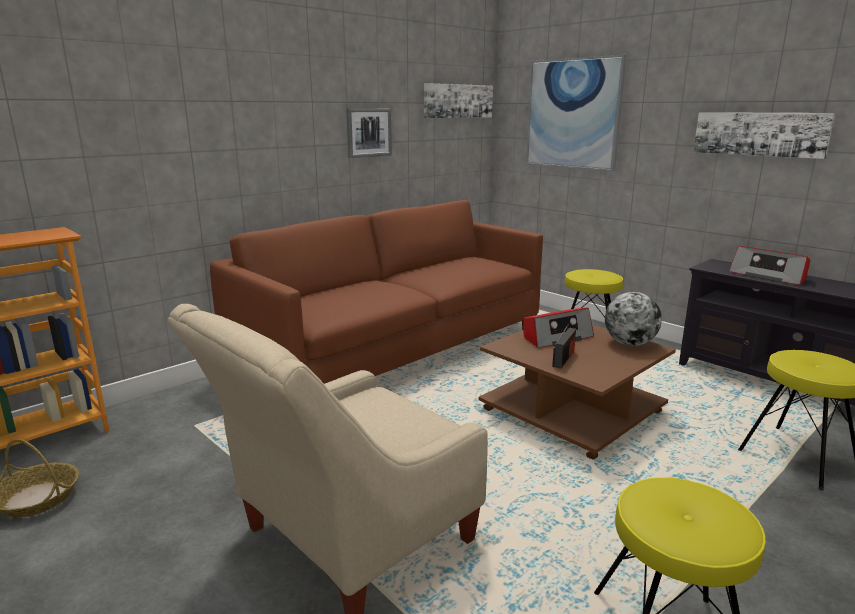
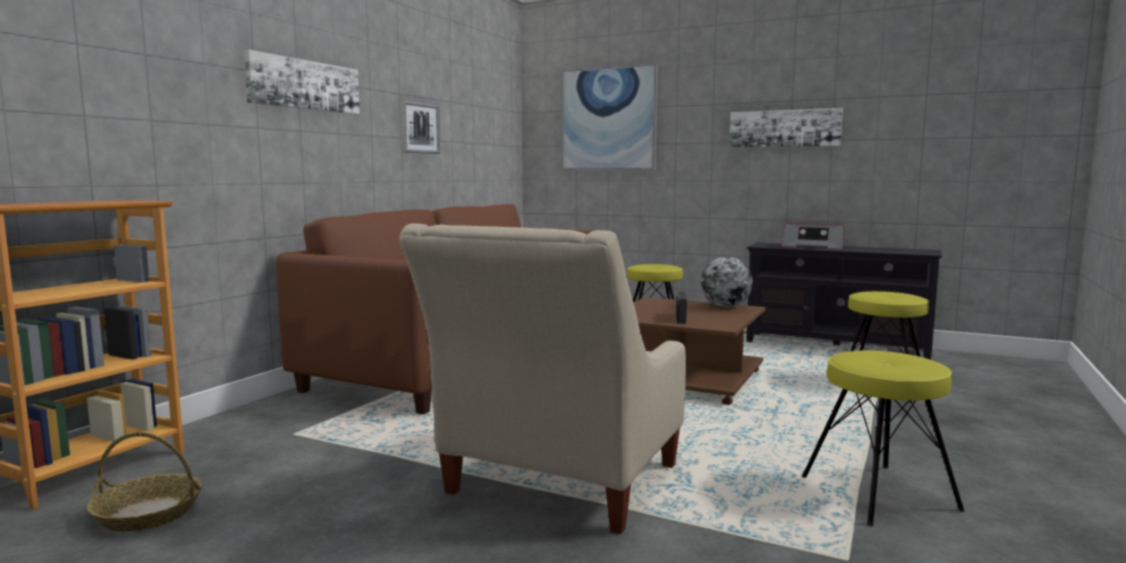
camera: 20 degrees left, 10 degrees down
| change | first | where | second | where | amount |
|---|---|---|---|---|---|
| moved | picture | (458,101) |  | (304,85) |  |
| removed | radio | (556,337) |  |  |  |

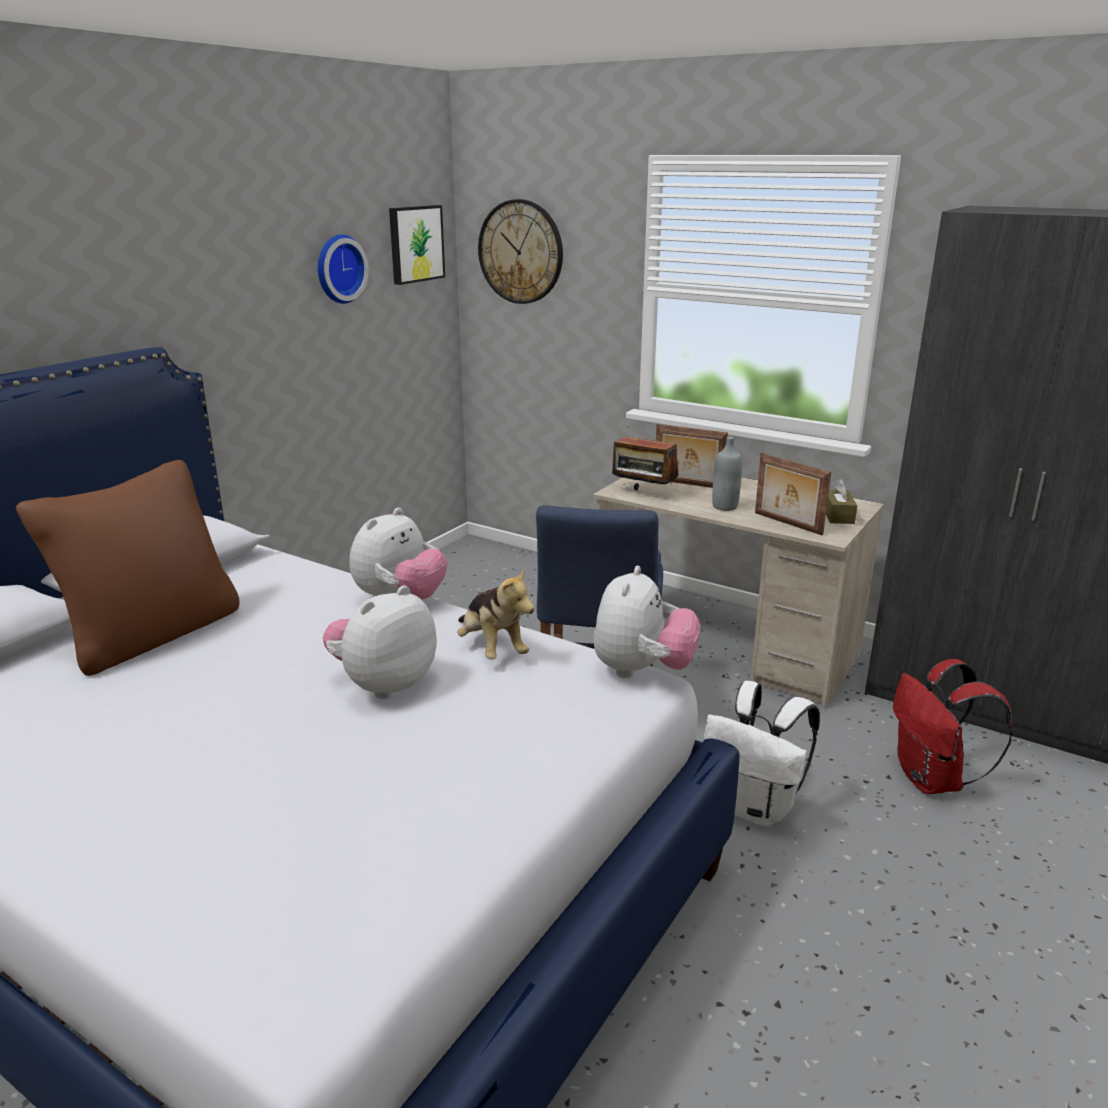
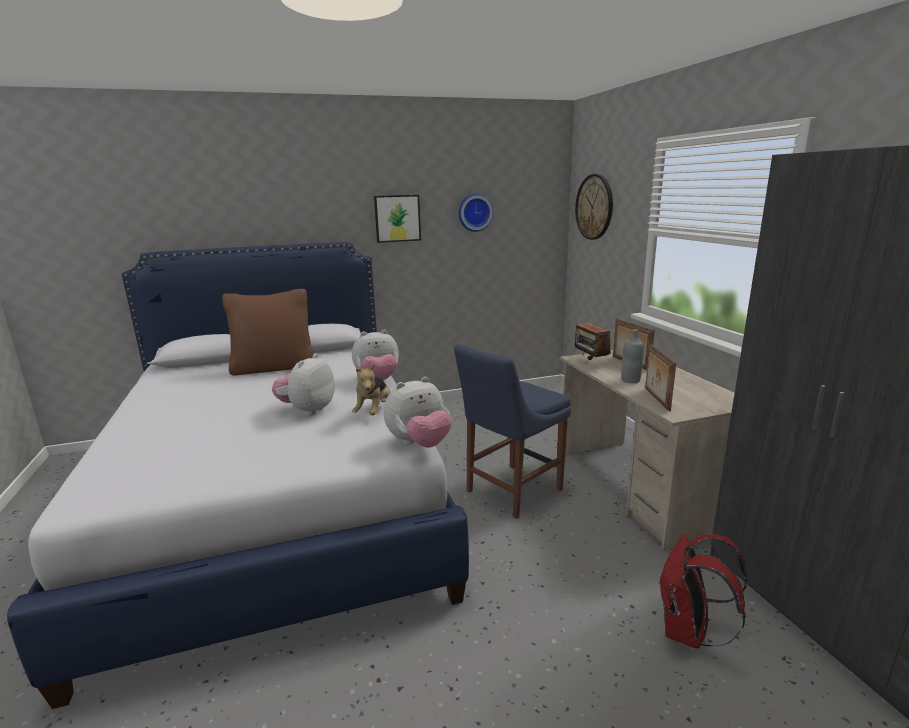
camera: 40 degrees right, 5 degrees down
| change | first | where | second | where | amount |
|---|---|---|---|---|---|
| turned | plush toy | (383,684) |  | (307,410) | 60 degrees counterclockwise |
| moved | picture | (415,244) |  | (397,218) |  |
| removed | backpack/white | (755,808) |  |  |  |
| removed | tissue box/brown | (838,515) |  |  |  |

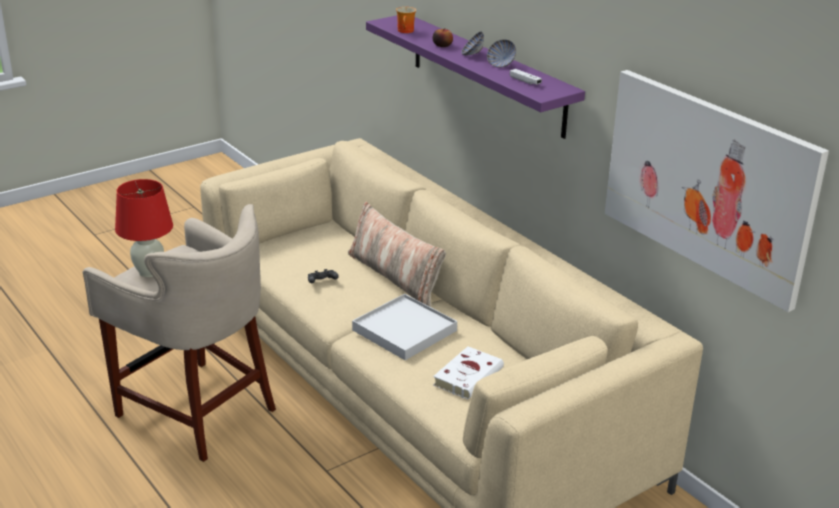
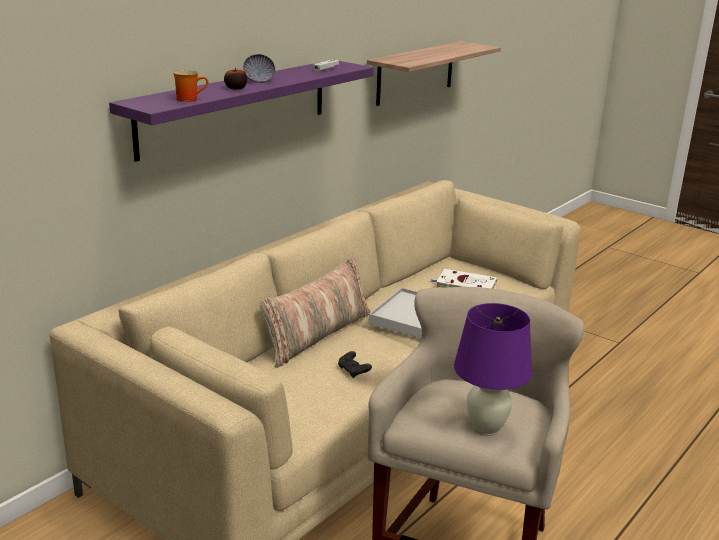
camera: 105 degrees left, 5 degrees down
| change | first | where | second | where | amount |
|---|---|---|---|---|---|
| recoloured | table lamp/red | (149,272) | table lamp/purple | (485,428) |  |
| removed | bowl | (501,65) |  |  |  |
| replaced | picture | (707,184) | shelf | (415,72) |  |

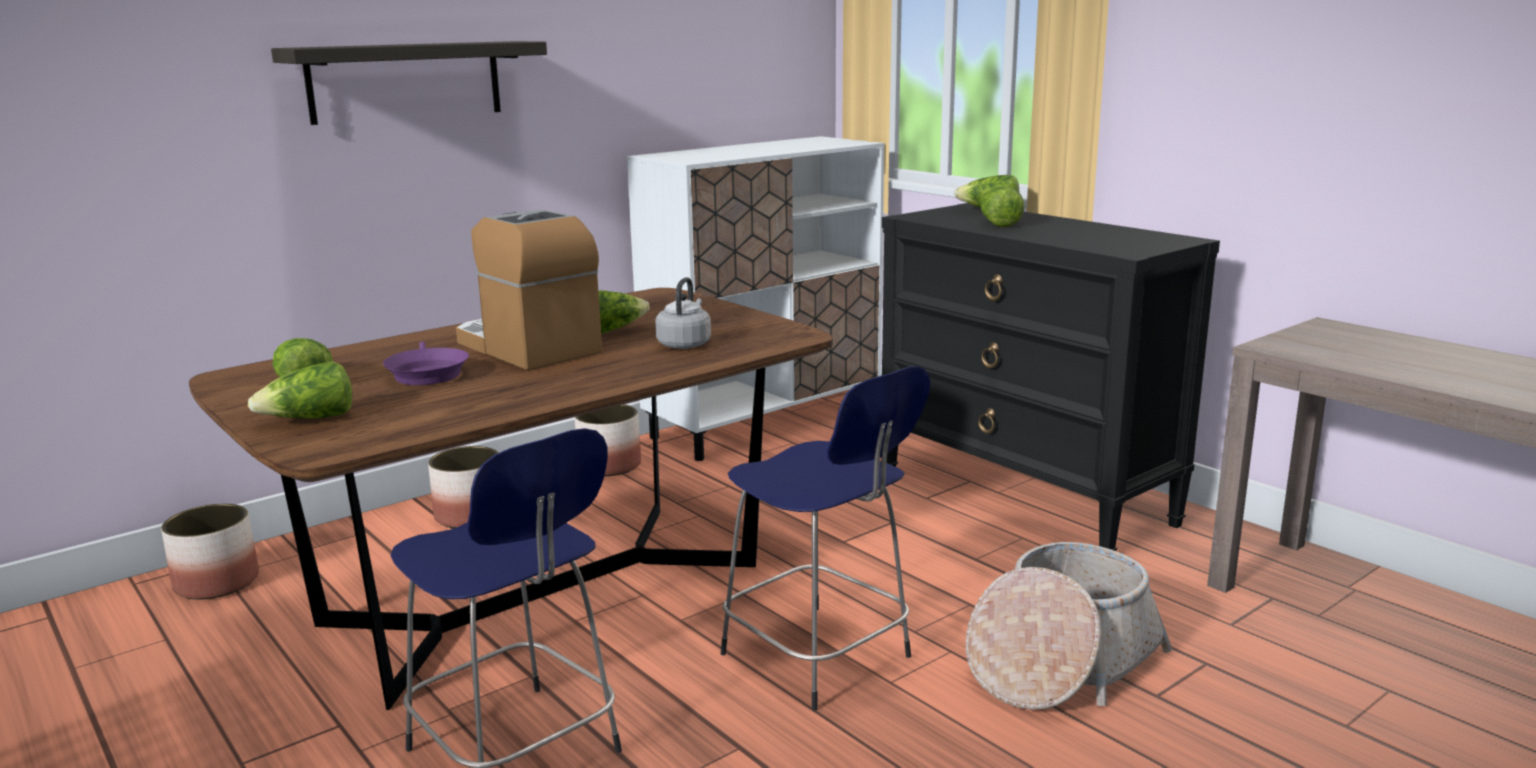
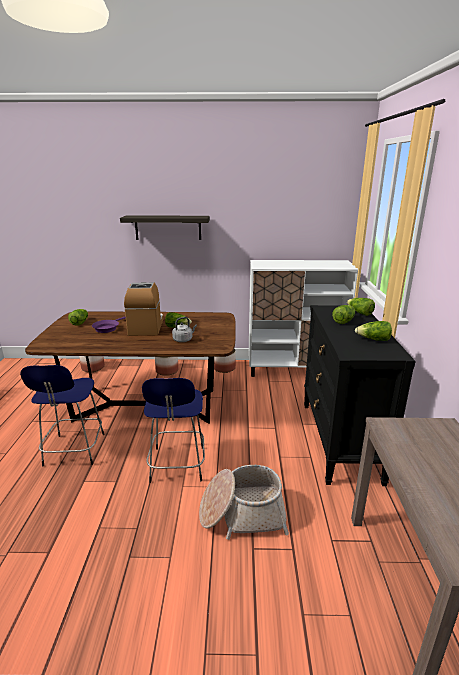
camera: 40 degrees right, 5 degrees up
| change | first | where | second | where | amount |
|---|---|---|---|---|---|
| moved | lettuce | (310,420) |  | (373,340) |  |

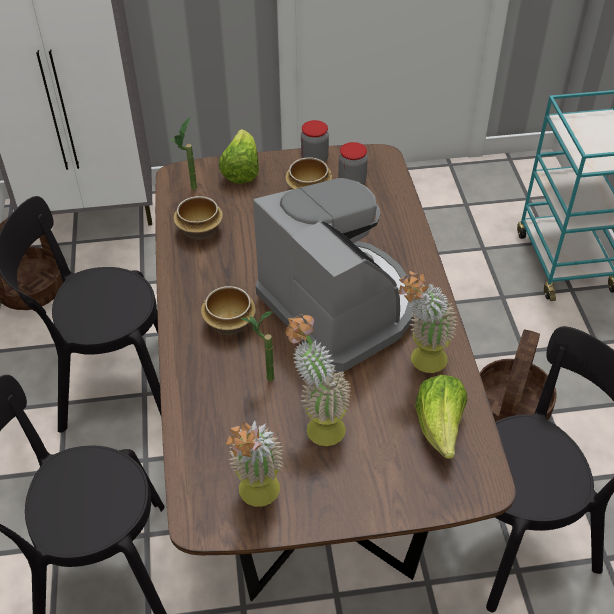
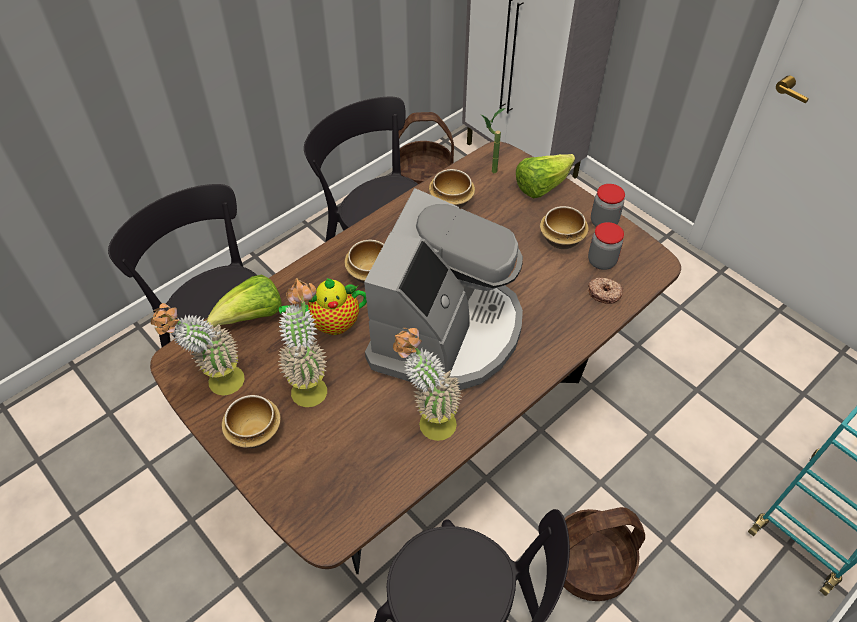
camera: 55 degrees right, 5 degrees up
| change | first | where | second | where | amount |
|---|---|---|---|---|---|
| replaced | potted plant | (262,378) | teapot | (331,324) |  |
| moved | lettuce | (440,428) |  | (252,317) |  |
| added |  |  | bowl | (254,433) |  |
| added |  |  | donut | (604,293) |  |

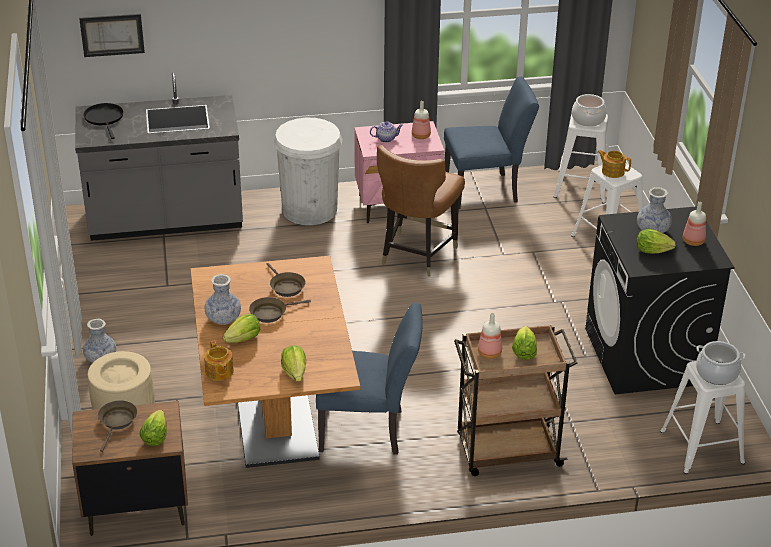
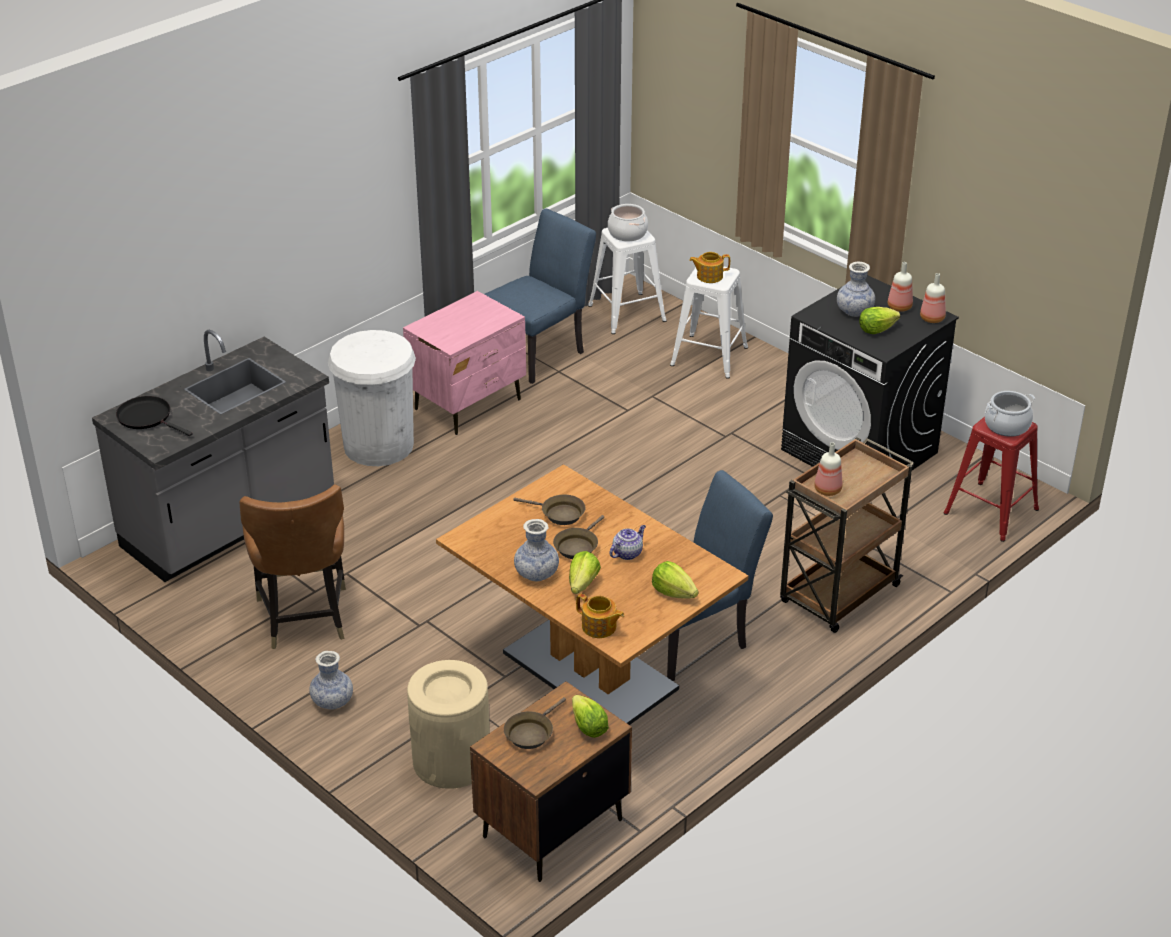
camera: 35 degrees left, 0 degrees up
| change | first | where | second | where | amount |
|---|---|---|---|---|---|
| removed | picture | (112,35) |  |  |  |
| turned | frying pan/brown | (117,422) |  | (531,733) | 120 degrees counterclockwise |
| moved | teapot | (386,138) |  | (627,553) |  |
| moved | chair/brown | (416,254) |  | (304,617) |  |
| moved | bottle | (421,136) |  | (932,318) |  |
| removed | lettuce | (524,352) |  |  |  |
| recoloured | stool/white | (703,447) | stool/red | (992,511) |  |

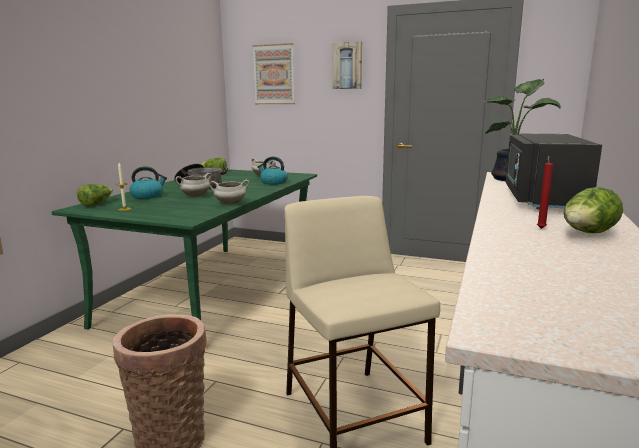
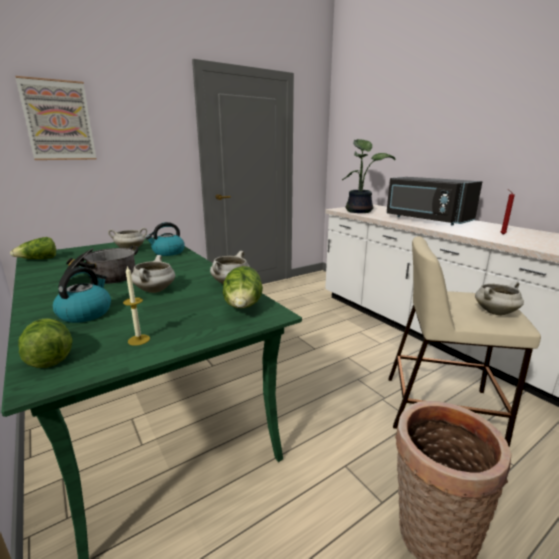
camera: 55 degrees left, 5 degrees up
| change | first | where | second | where | amount |
|---|---|---|---|---|---|
| removed | picture | (347,66) |  |  |  |
| moved | lettuce | (587,234) |  | (243,308) |  |
| added |  |  | cooking pot/white | (495,312) |  |

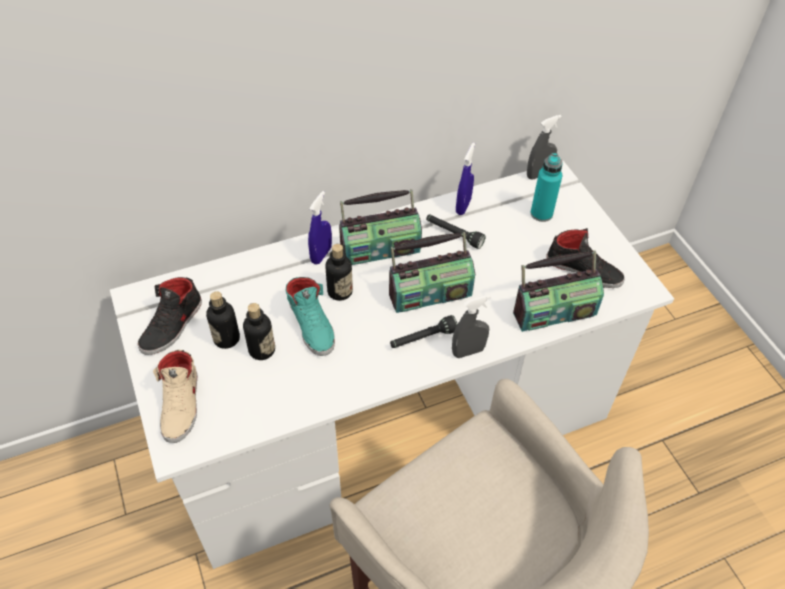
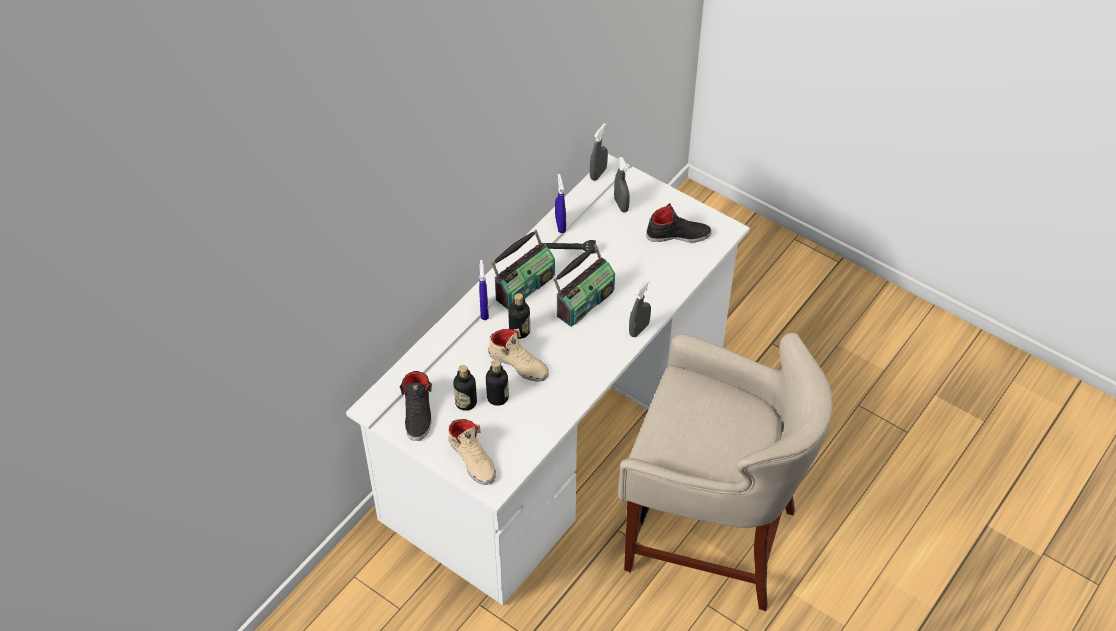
camera: 30 degrees left, 0 degrees up
| change | first | where | second | where | amount |
|---|---|---|---|---|---|
| recoloured | shoe/turquoise | (312,325) | shoe/beige | (519,363) |  |
| removed | flashlight/black | (422,338) |  |  |  |
| removed | radio | (554,312) |  |  |  |
| replaced | bottle/turquoise | (541,214) | spray bottle/grey | (621,205) |  |

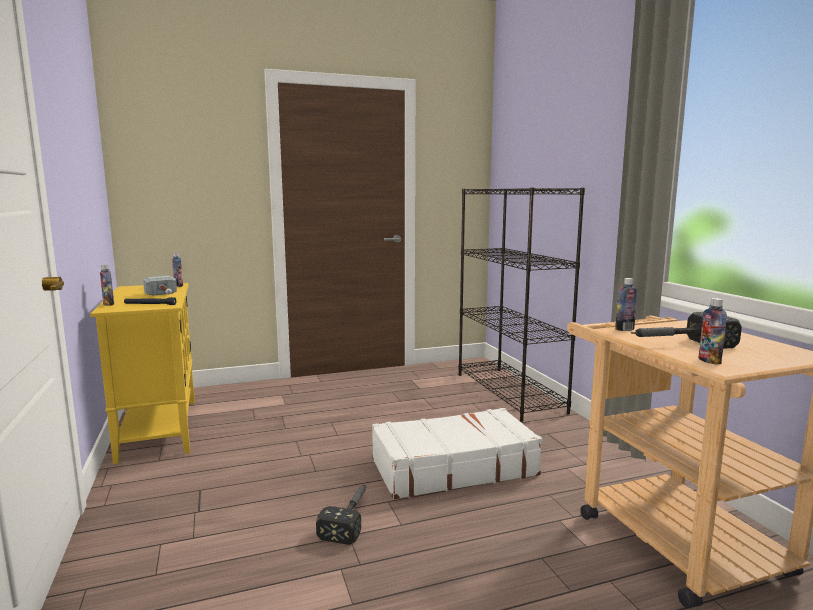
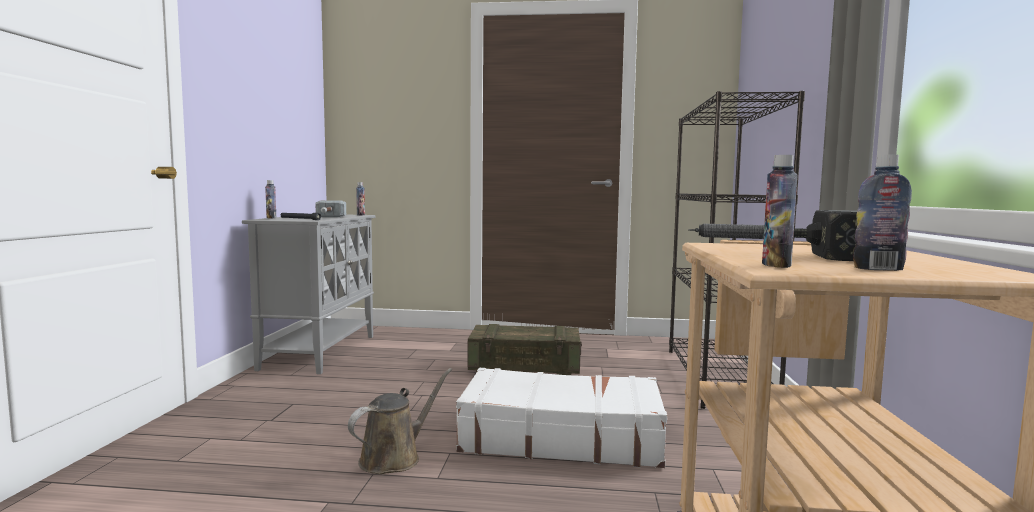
camera: 25 degrees right, 5 degrees down
| change | first | where | second | where | amount |
|---|---|---|---|---|---|
| recoloured | cabinet/yellow | (159,428) | cabinet/grey | (320,351) |  |
| replaced | hammer | (351,517) | watering can/brown | (395,458) |  |
| moved | bottle | (624,329) |  | (878,269) |  |
| added |  |  | crate | (525,368) |  |

